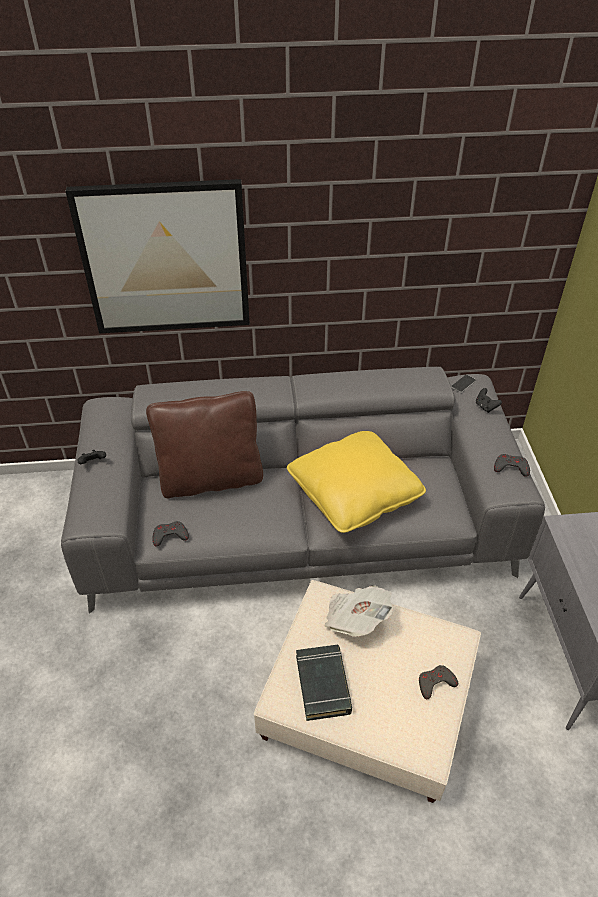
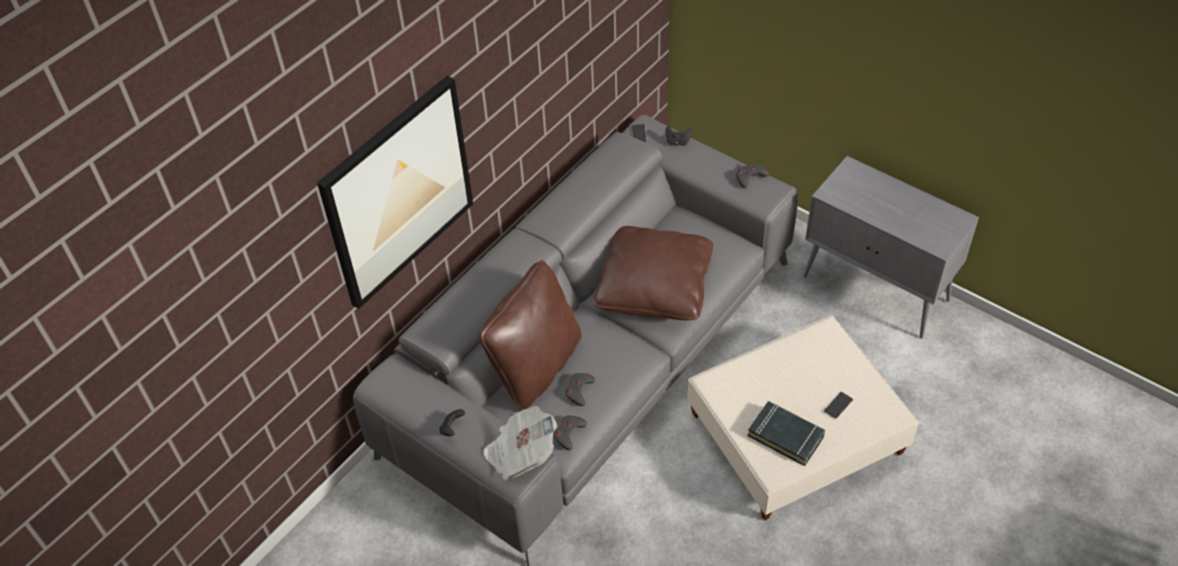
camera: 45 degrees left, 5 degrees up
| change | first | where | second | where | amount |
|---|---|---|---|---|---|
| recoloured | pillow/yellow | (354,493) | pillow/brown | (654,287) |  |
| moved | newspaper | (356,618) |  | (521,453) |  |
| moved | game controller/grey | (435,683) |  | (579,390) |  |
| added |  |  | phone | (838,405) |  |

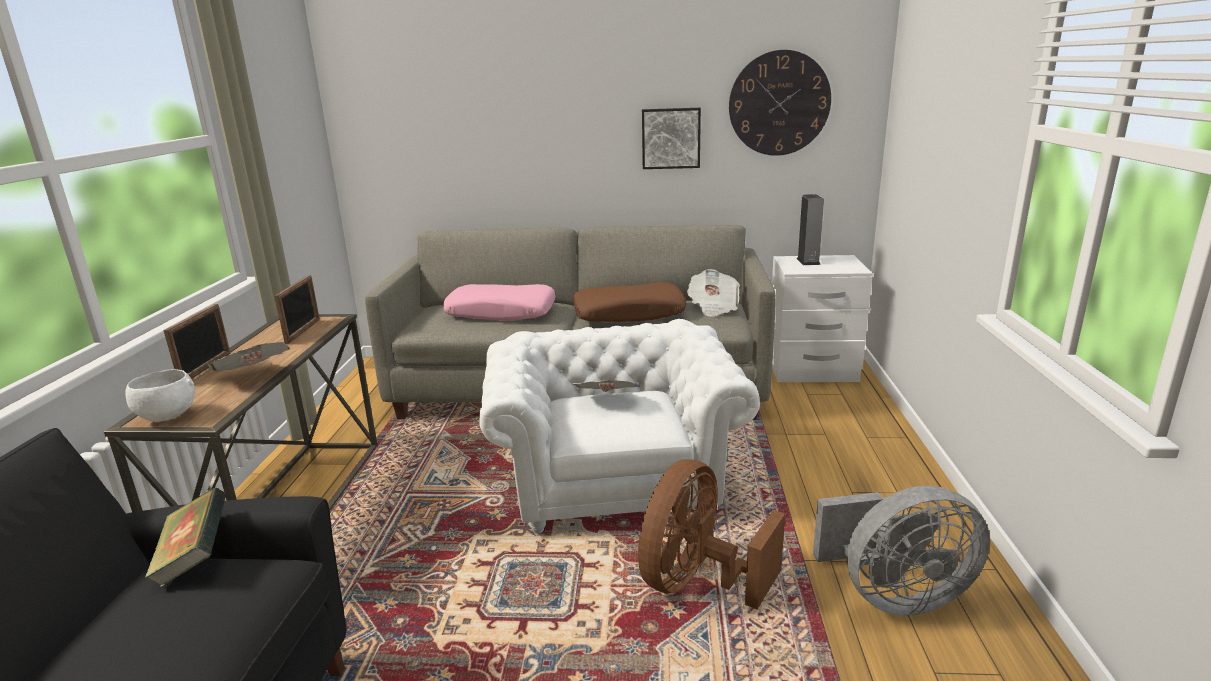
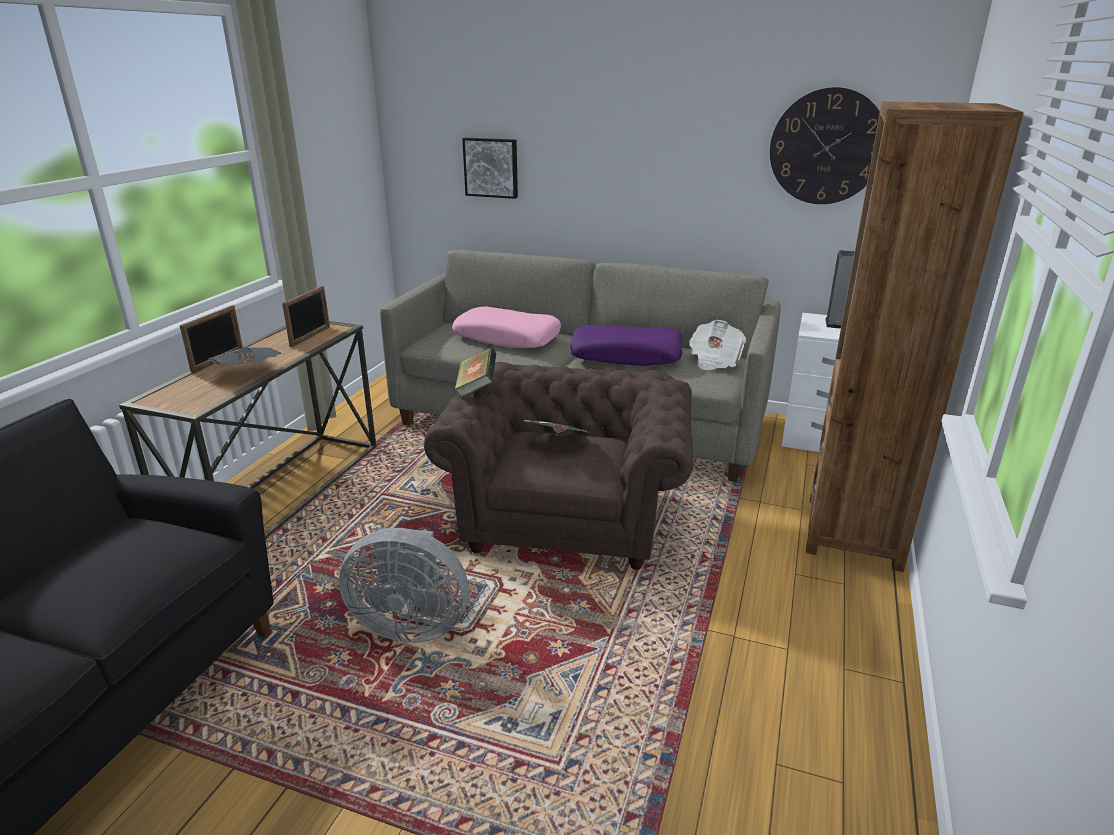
camera: 15 degrees right, 5 degrees up
| change | first | where | second | where | amount |
|---|---|---|---|---|---|
| removed | bowl/white | (166,416) |  |  |  |
| moved | book | (195,559) |  | (476,388) |  |
| recoloured | armchair/white | (614,480) | armchair/brown | (567,517) |  |
| recoloured | pillow/brown | (629,314) | pillow/purple | (626,356) |  |
| removed | fan/brown | (697,582) |  |  |  |
| moved | picture | (671,138) |  | (491,167) |  |
| moved | fan/grey | (894,596) |  | (410,624) |  |
| added |  |  | bookcase/brown | (853,532) |  |

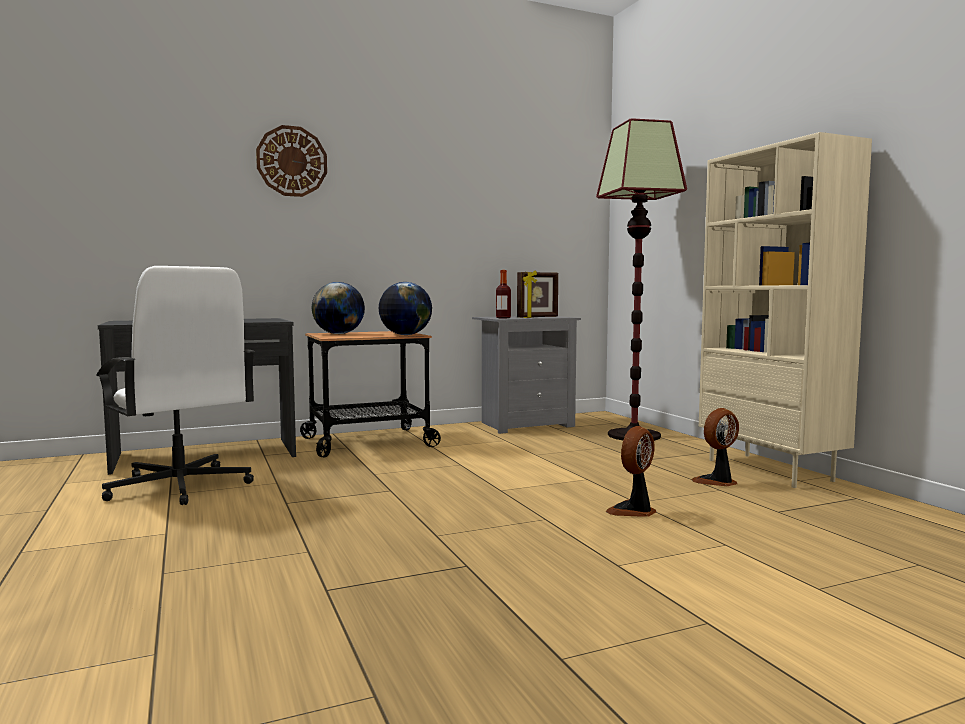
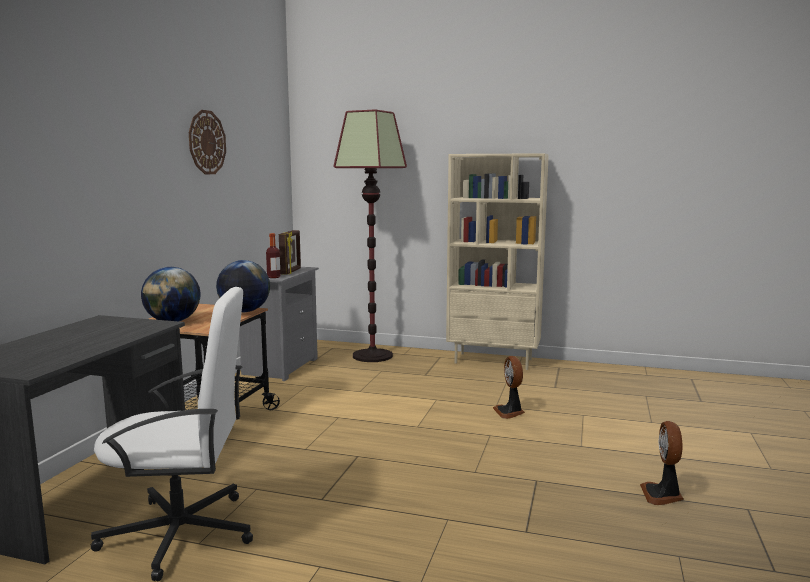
camera: 50 degrees left, 5 degrees up
| change | first | where | second | where | amount |
|---|---|---|---|---|---|
| moved | wall clock | (292,161) |  | (207,142) |  |
| moved | fan | (717,482) |  | (662,495) |  |

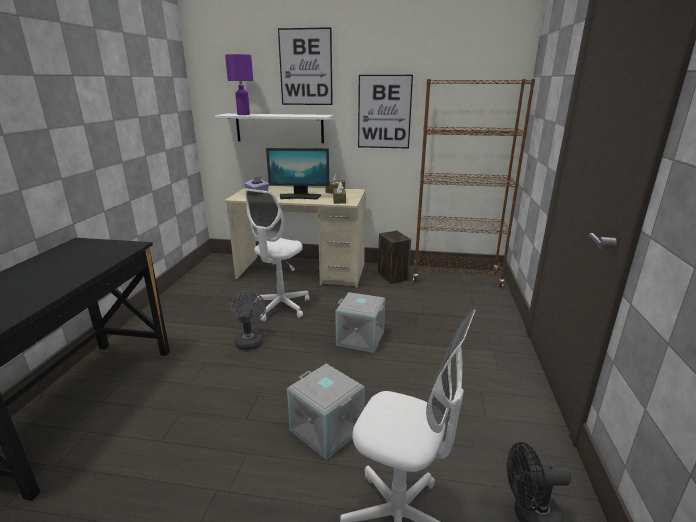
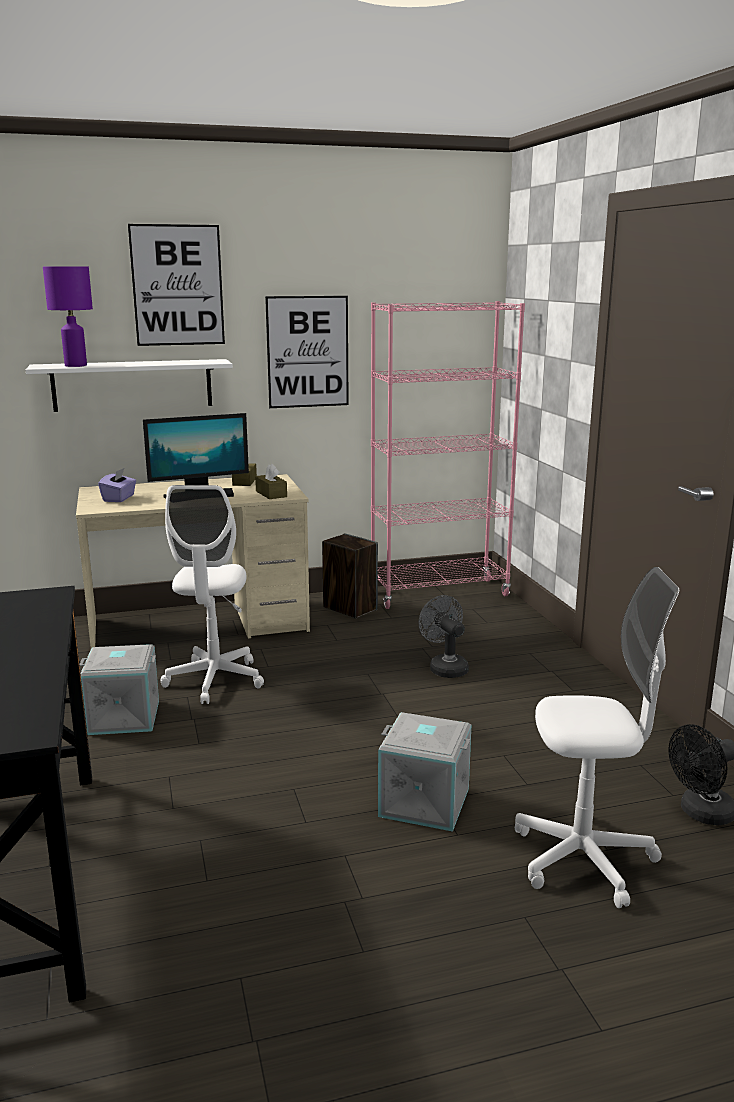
camera: 25 degrees left, 5 degrees down
| change | first | where | second | where | amount |
|---|---|---|---|---|---|
| moved | fan/grey | (249,340) |  | (445,667) |  |
| moved | storage box/grey | (361,338) |  | (124,716) |  |
| recoloured | bookcase/brown | (456,278) | bookcase/pink | (439,594) |  |

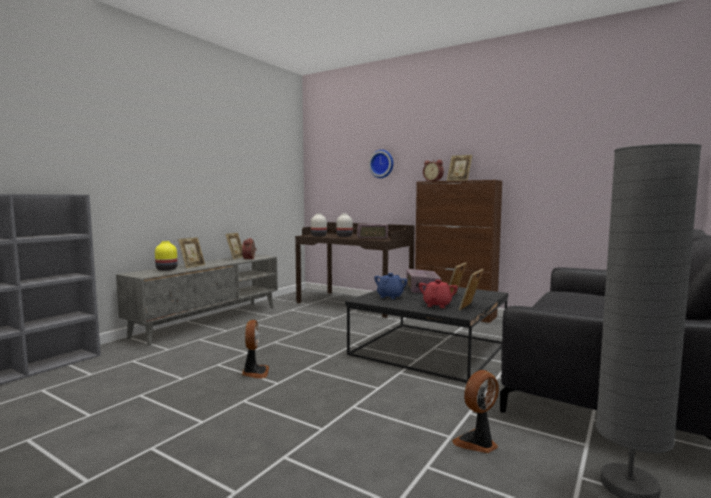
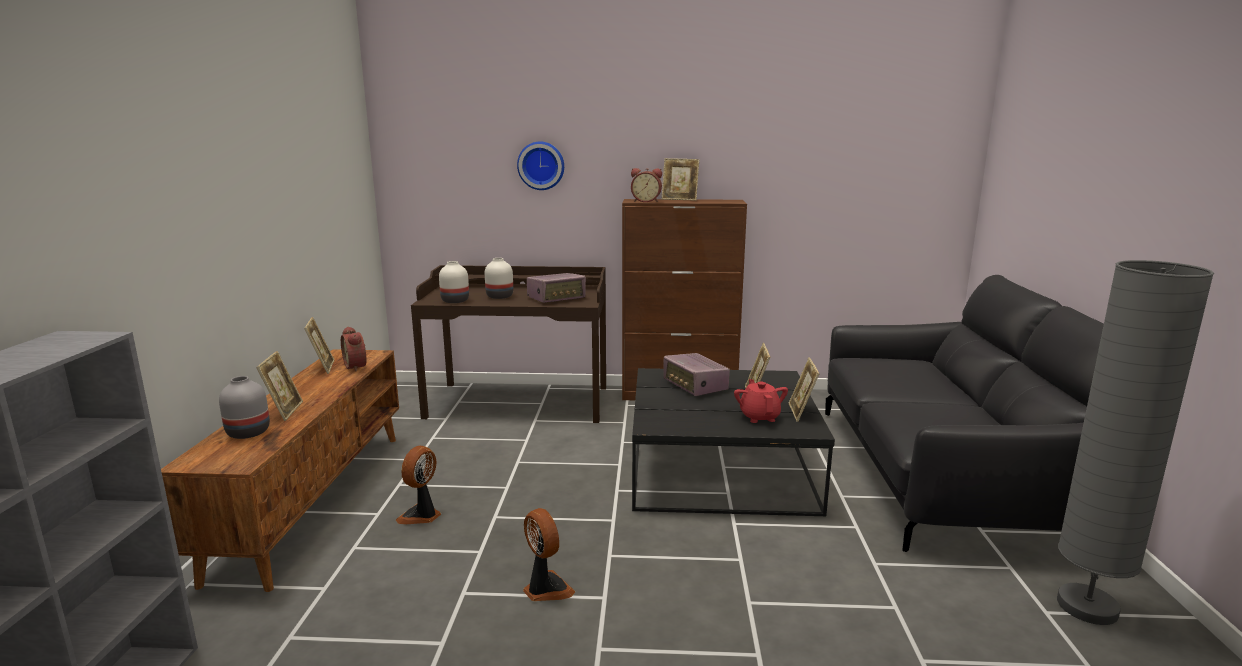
camera: 30 degrees left, 10 degrees up
| change | first | where | second | where | amount |
|---|---|---|---|---|---|
| recoloured | tv stand/grey | (209,321) | tv stand/brown | (313,499) |  |
| recoloured | vase/yellow | (167,269) | vase/grey | (249,432) |  |
| removed | teapot/blue | (390,296) |  |  |  |
| moved | fan | (477,443) |  | (421,516) |  |

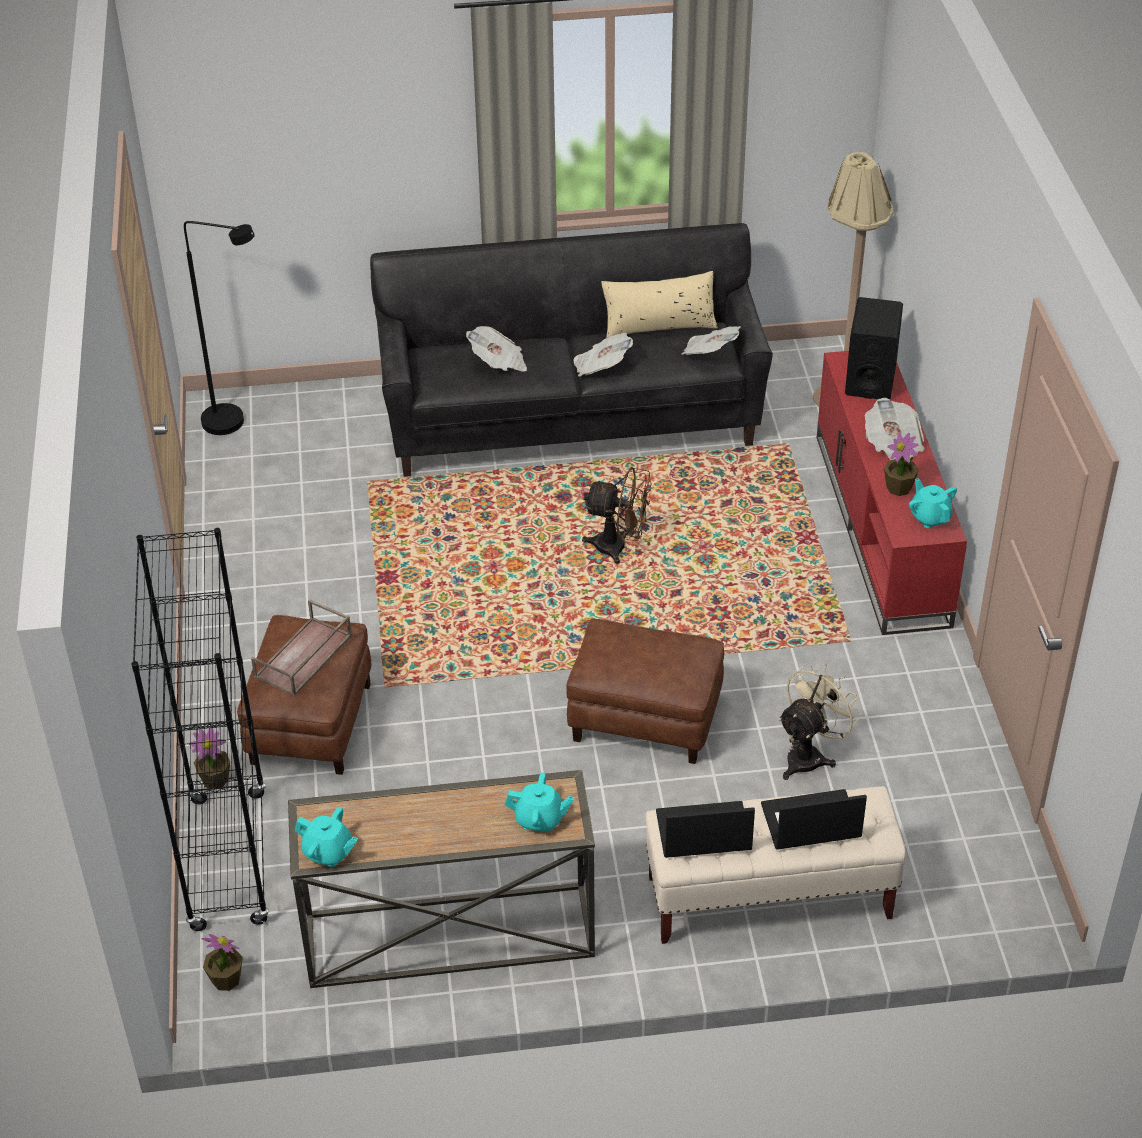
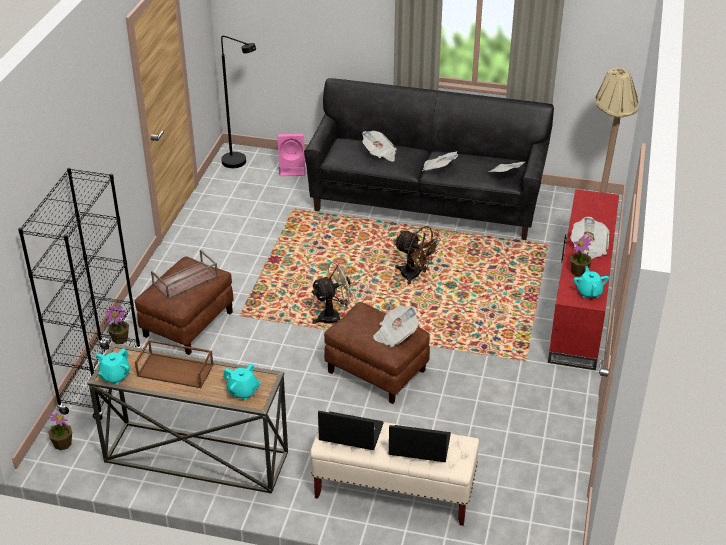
camera: 20 degrees right, 5 degrees down
| change | first | where | second | where | amount |
|---|---|---|---|---|---|
| turned | teapot/turquoise | (328,852) |  | (115,376) | 75 degrees clockwise |
| removed | pillow/beige | (659,325) |  |  |  |
| moved | fan/beige | (810,755) |  | (334,316) |  |
| removed | speaker/black | (870,379) |  |  |  |
| added |  |  | tray/brown | (176,370) |  |
| added |  |  | speaker/pink | (293,168) |  |
| added |  |  | newspaper | (395,335) |  |

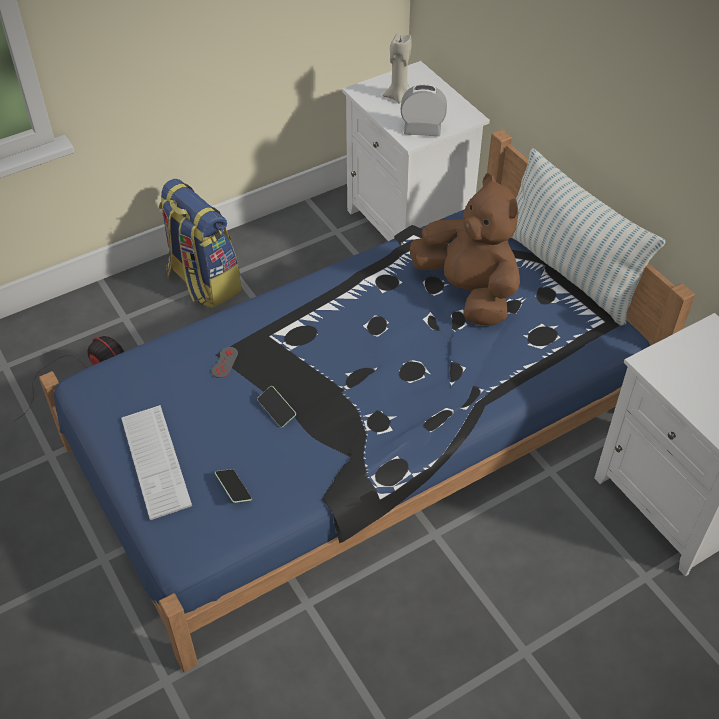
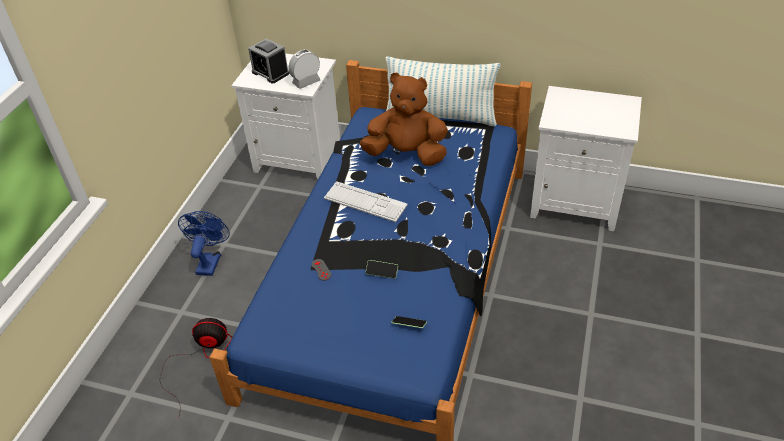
camera: 40 degrees left, 5 degrees down
| change | first | where | second | where | amount |
|---|---|---|---|---|---|
| moved | keyboard | (155,461) |  | (365,202) |  |
| replaced | backpack | (203,282) | fan/blue | (210,261) |  |
| replaced | candle/beige | (398,96) | alarm clock | (270,73) |  |

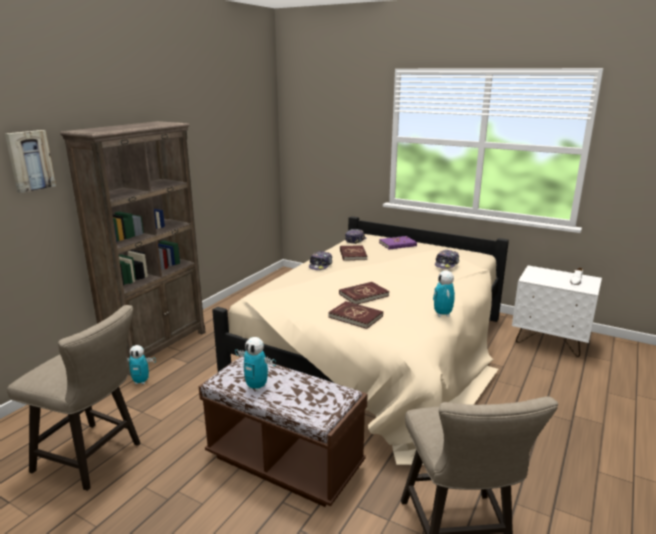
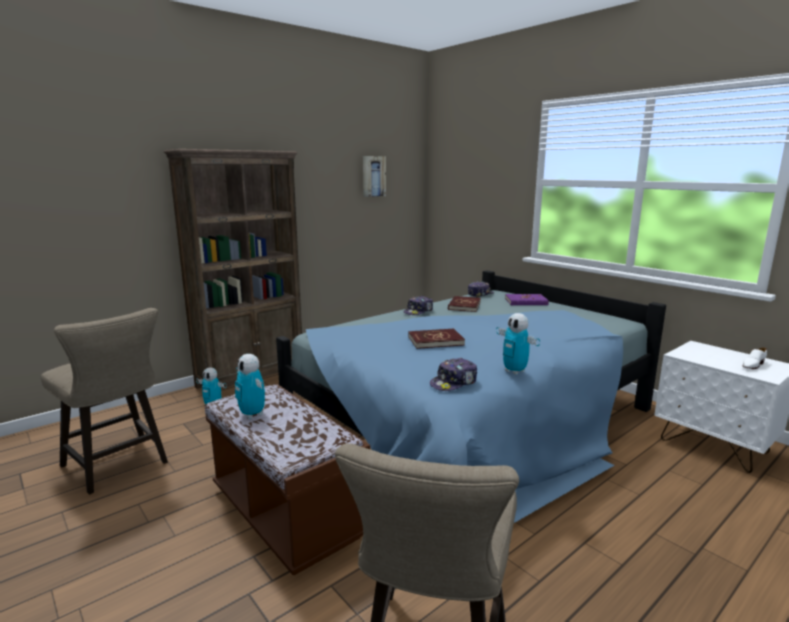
camera: 20 degrees right, 5 degrees down
| change | first | where | second | where | amount |
|---|---|---|---|---|---|
| moved | picture | (29,160) |  | (373,176) |  |
| recoloured | bed/beige | (379,353) | bed/blue | (472,422) |  |
| removed | book/red | (355,317) |  |  |  |
| turned | toy robot | (442,314) |  | (514,371) | 60 degrees counterclockwise |
| moved | cap | (446,264) |  | (454,383) |  |

